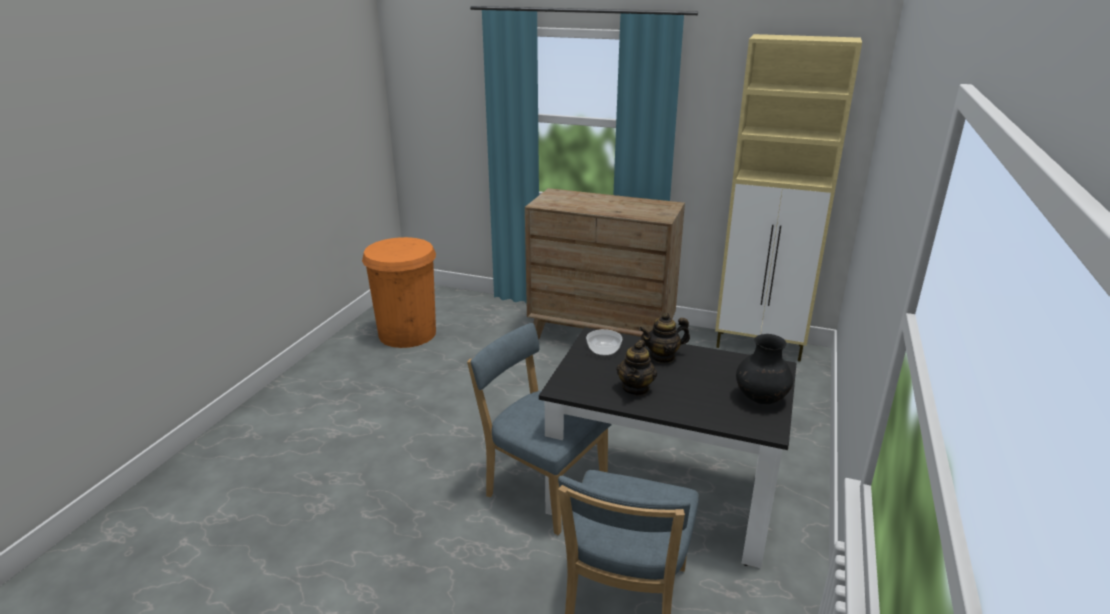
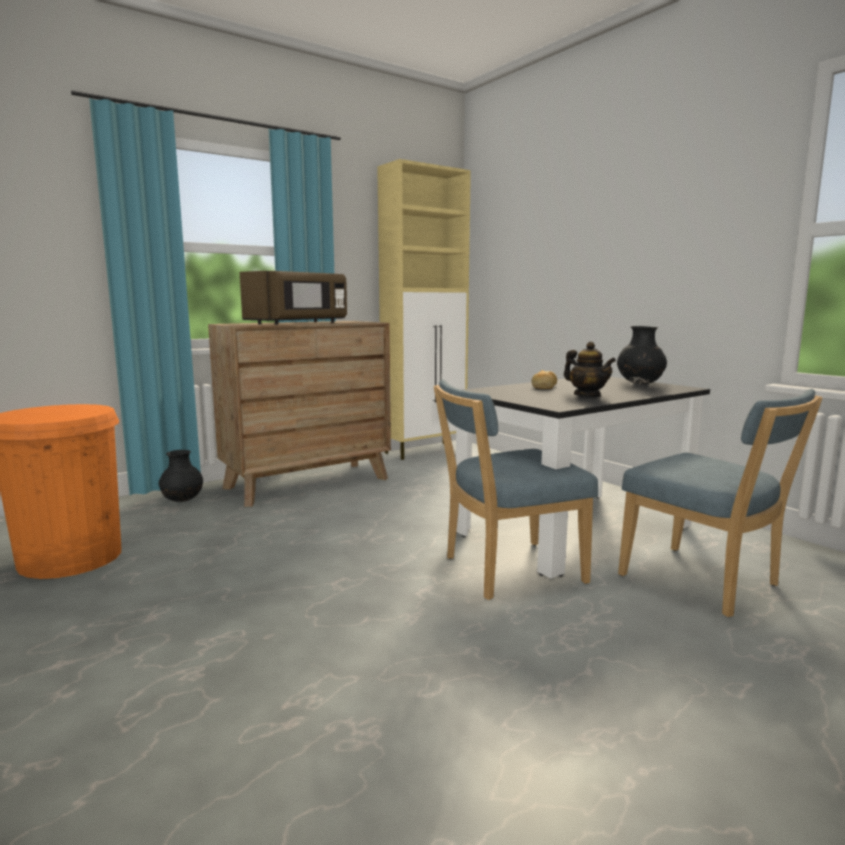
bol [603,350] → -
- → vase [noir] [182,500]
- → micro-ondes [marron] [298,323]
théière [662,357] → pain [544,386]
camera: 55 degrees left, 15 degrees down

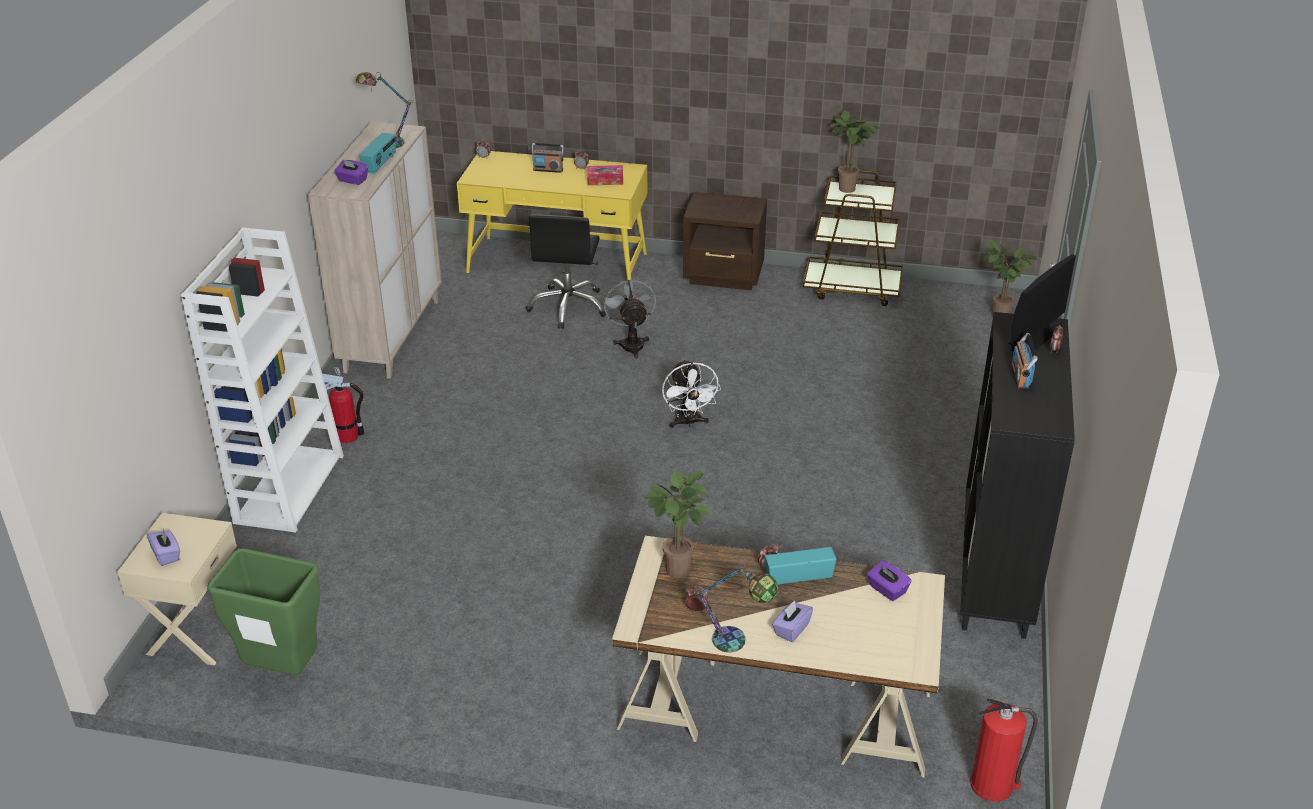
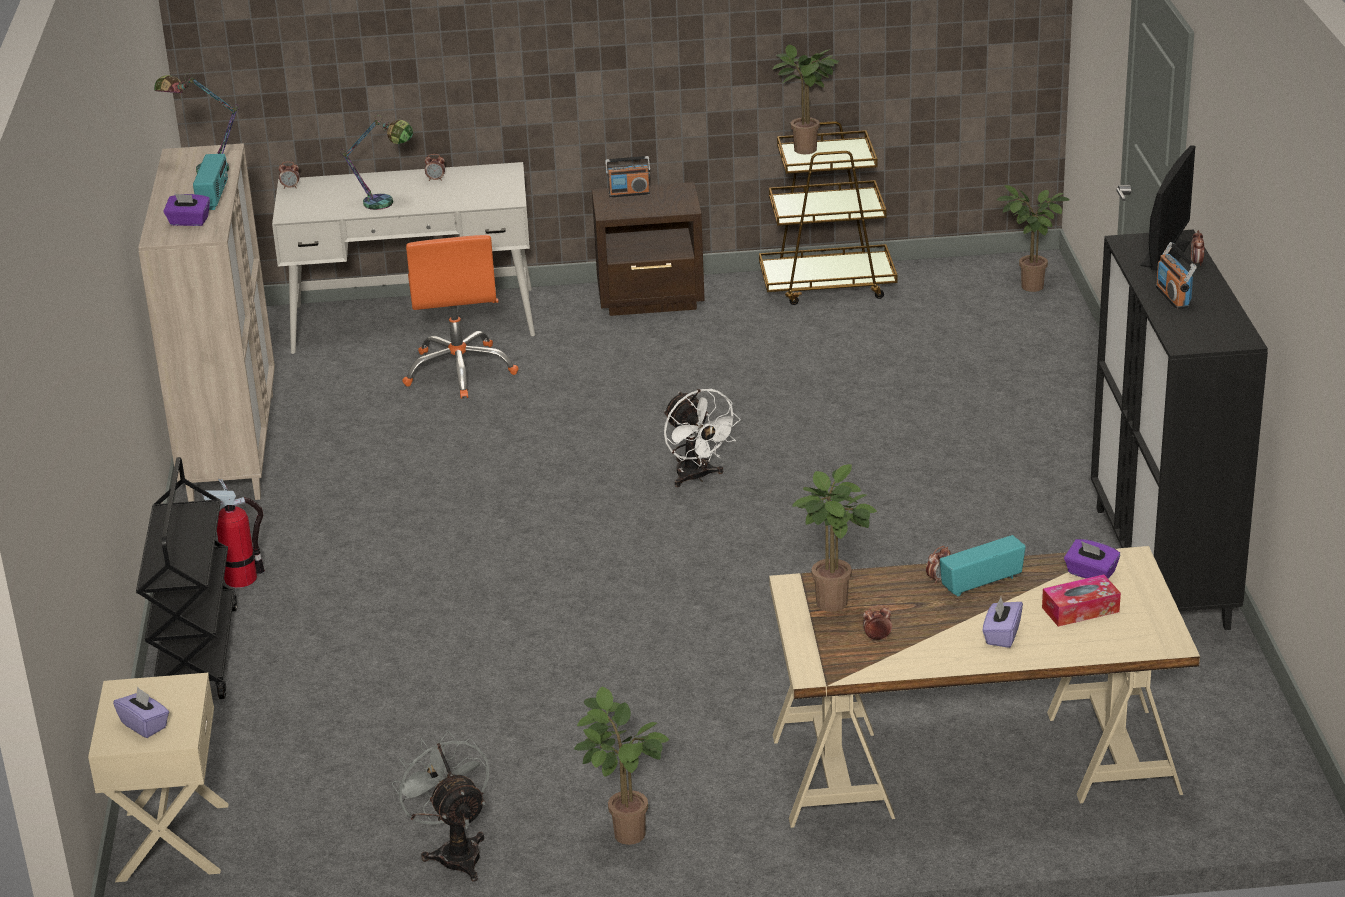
poubelle [vert] [282,670] → -
extincteur [993,785] → -
- → plante en pot [623,834]
radio [548,169] → radio [629,193], shifted
boîte à mouchoirs [605,180] → boîte à mouchoirs [1080,609], shifted
ventilateur [gris] [631,343] → ventilateur [gris] [455,852], shifted
lampe de table [737,645] → lampe de table [386,204], shifted
bibliothèque [blanc] [289,488] → chariot [noir] [196,653]
bureau [jaune] [557,263] → bureau [blanc] [414,320]
chaise de bureau [noir] [568,307] → chaise de bureau [orange] [460,371]
camera: 15 degrees left, 5 degrees down

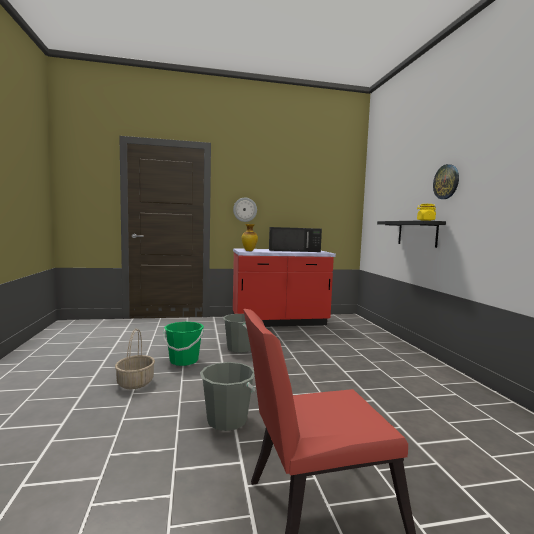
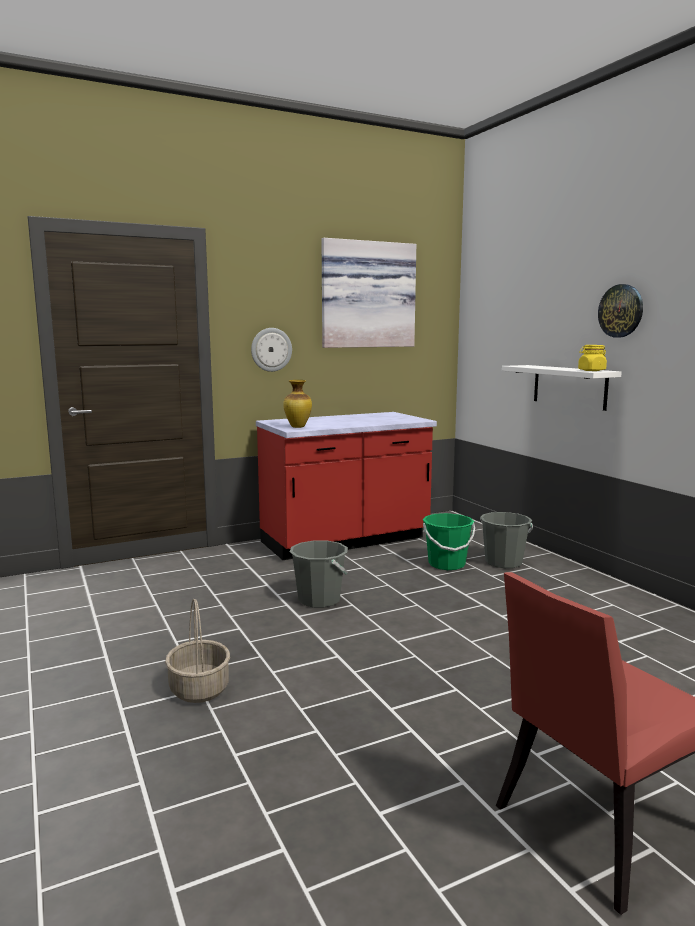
micro-ondes [noir] [294,250] → -
- → tableau [367,295]
seau [vert] [183,361] → seau [vert] [446,564], shifted
seau [gris] [227,420] → seau [gris] [503,562], shifted
étagère [noir] [417,233] → étagère [blanc] [569,386]
camera: 15 degrees left, 5 degrees up

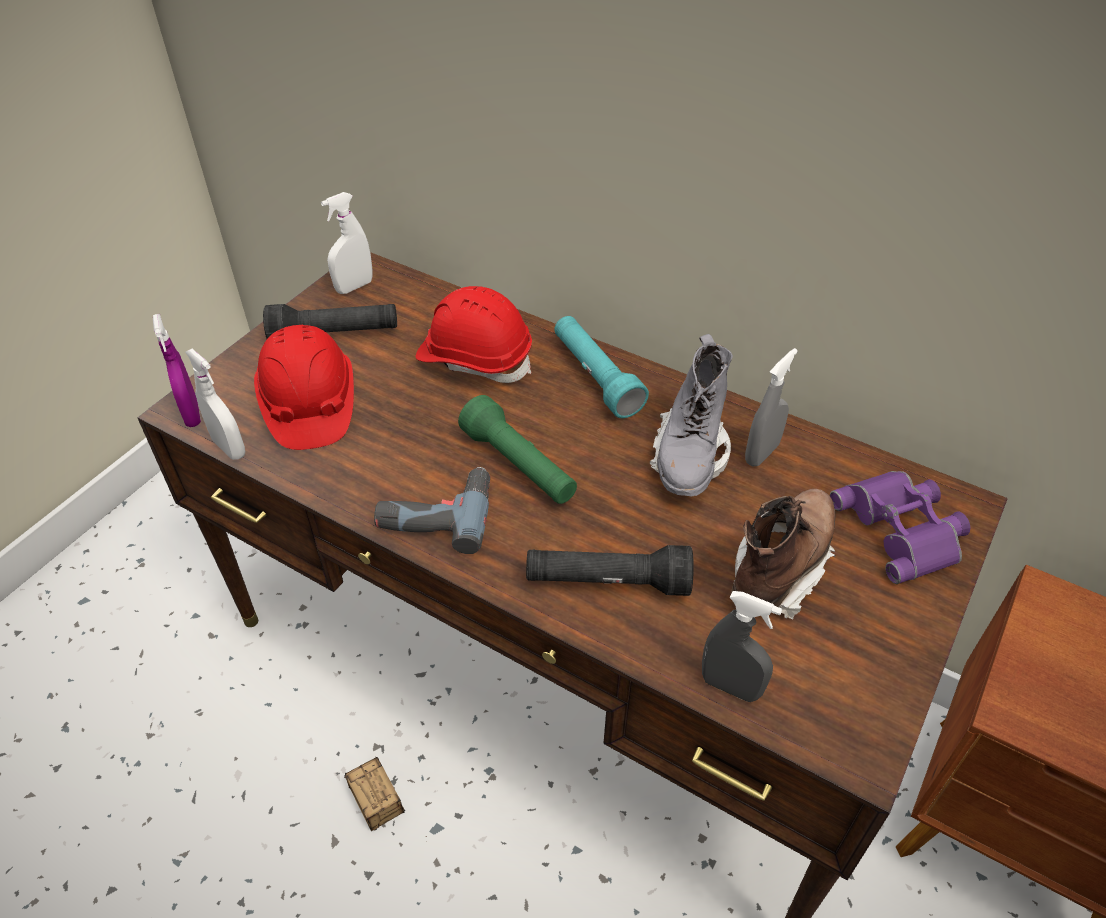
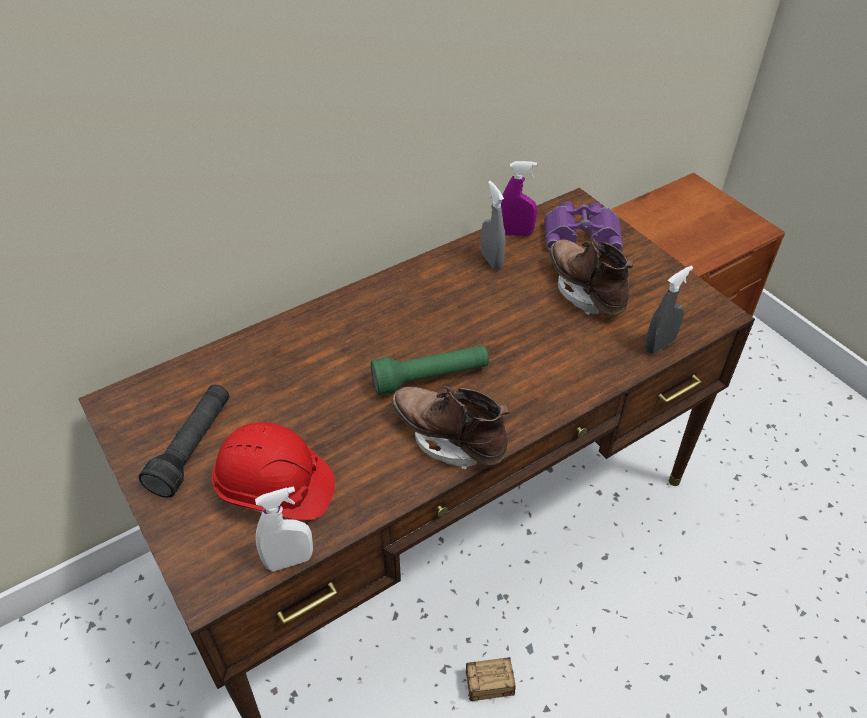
vaporisateur [blanc] [354,287] → -
casque de chantier [rouge] [475,358] → -
lampe de poche [noir] [607,582] → -
lampe de poche [turquoise] [595,377] → -
botte [gris] [689,457] → -
vaporisateur [violet] [192,414] → vaporisateur [violet] [515,233], shifted
perceuse [436,512] → botte [marron] [449,438]
camera: 65 degrees left, 0 degrees up

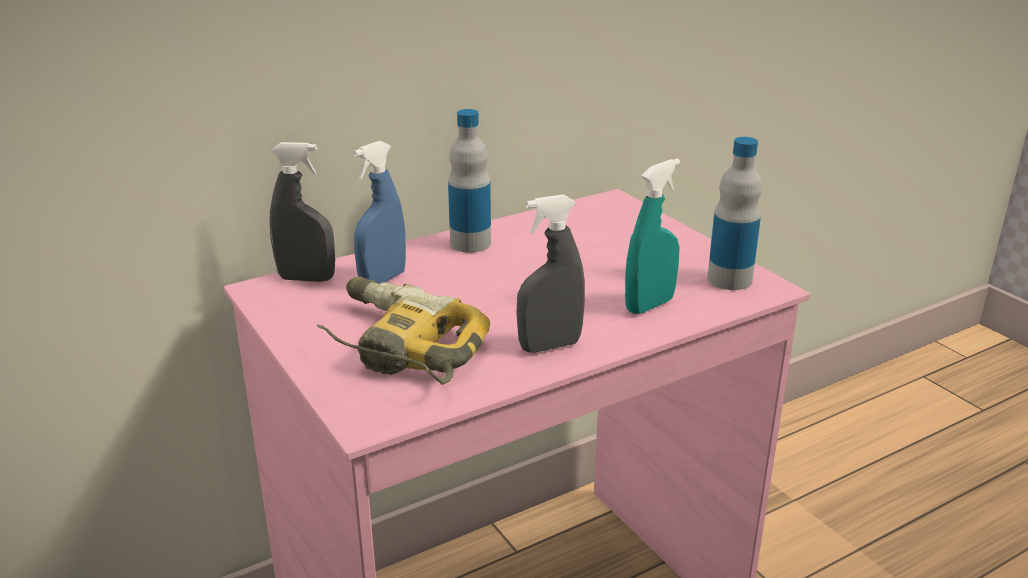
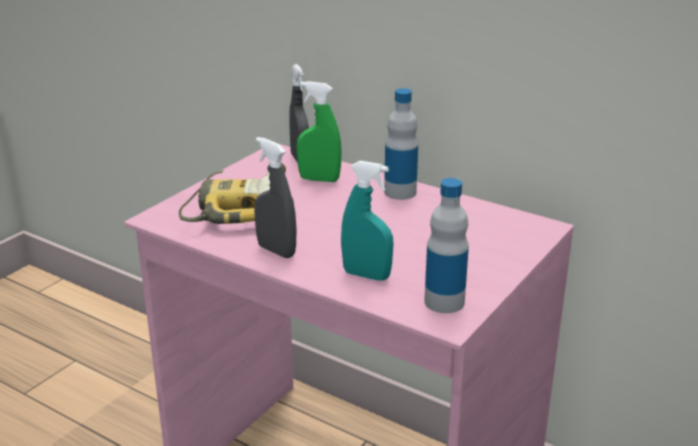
vaporisateur [bleu] [382,279] → vaporisateur [vert] [319,179]
camera: 65 degrees right, 0 degrees up

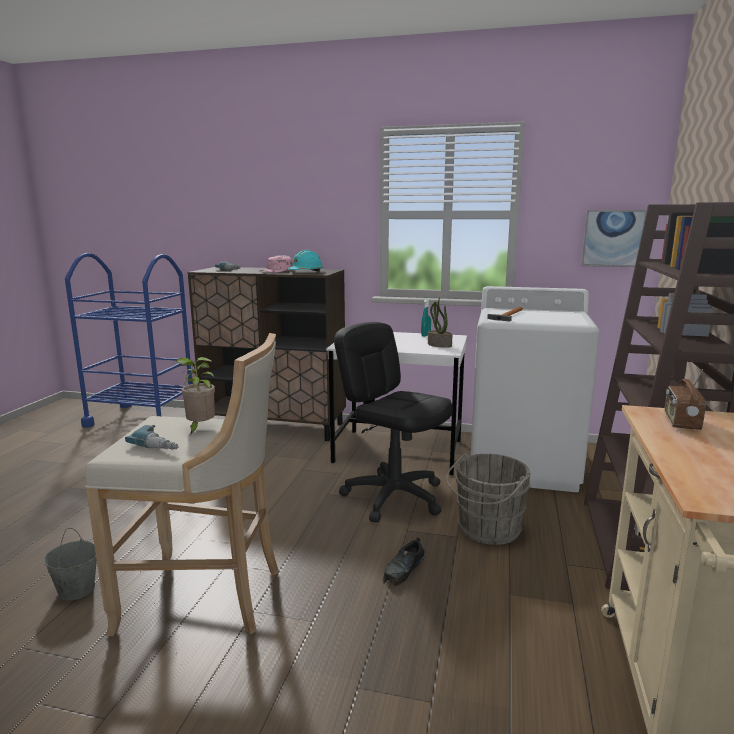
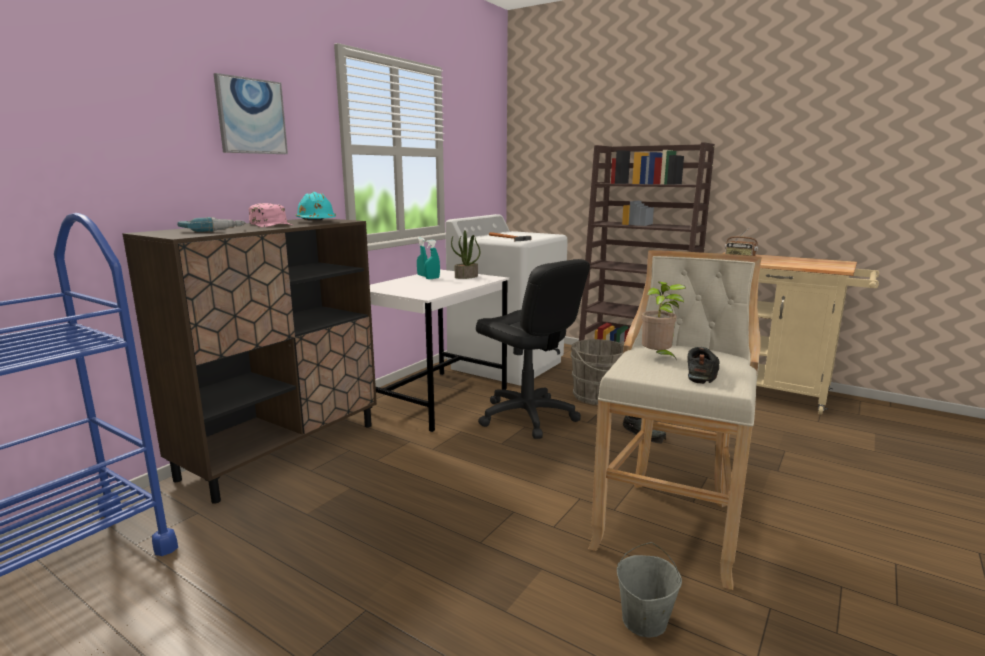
- → vaporisateur [turquoise] [432,278]
tableau [612,238] → tableau [251,116], shifted
perceuse [161,444] → chaussure [noir] [701,370]
chaise de bureau [noir] [394,496] → chaise de bureau [noir] [527,417], 105 degrees counterclockwise
camera: 70 degrees left, 0 degrees up

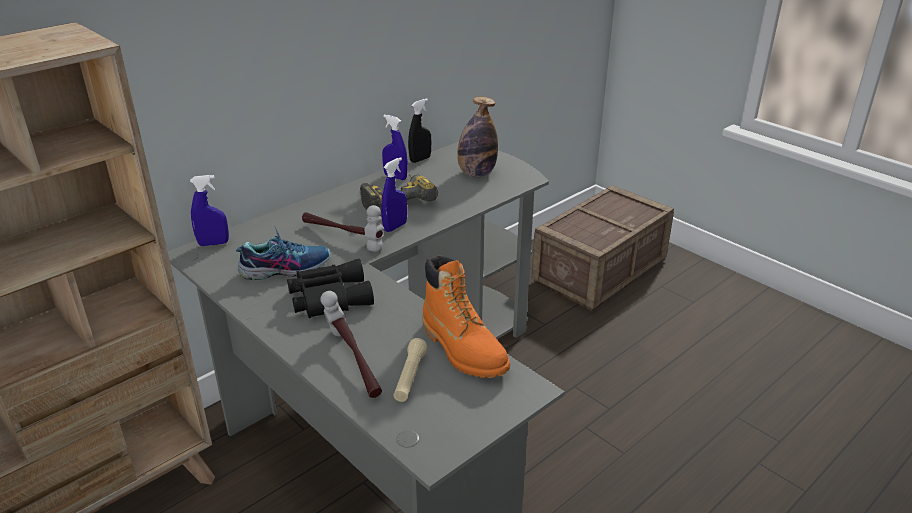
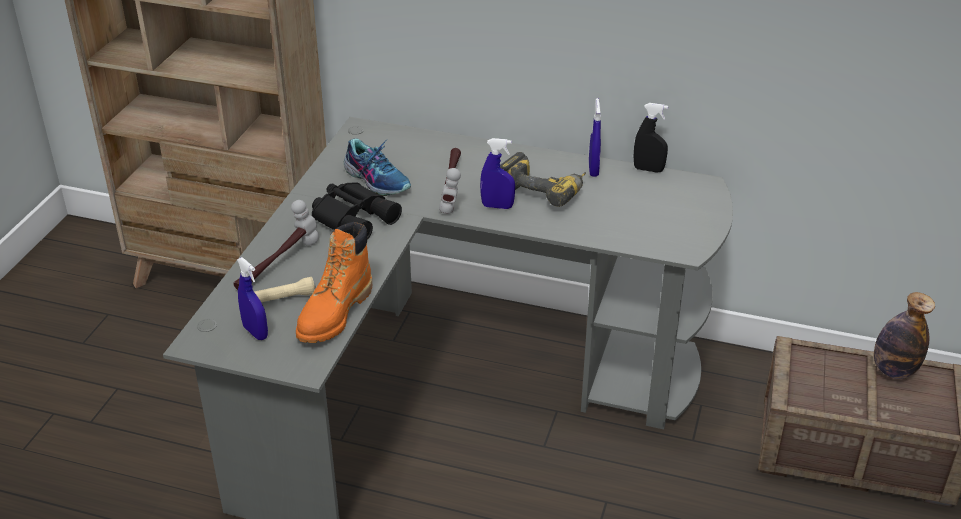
vaporisateur [bleu] [213,243] → vaporisateur [bleu] [255,332], shifted
bouteille [476,174] → bouteille [893,370], shifted
camera: 60 degrees right, 5 degrees up

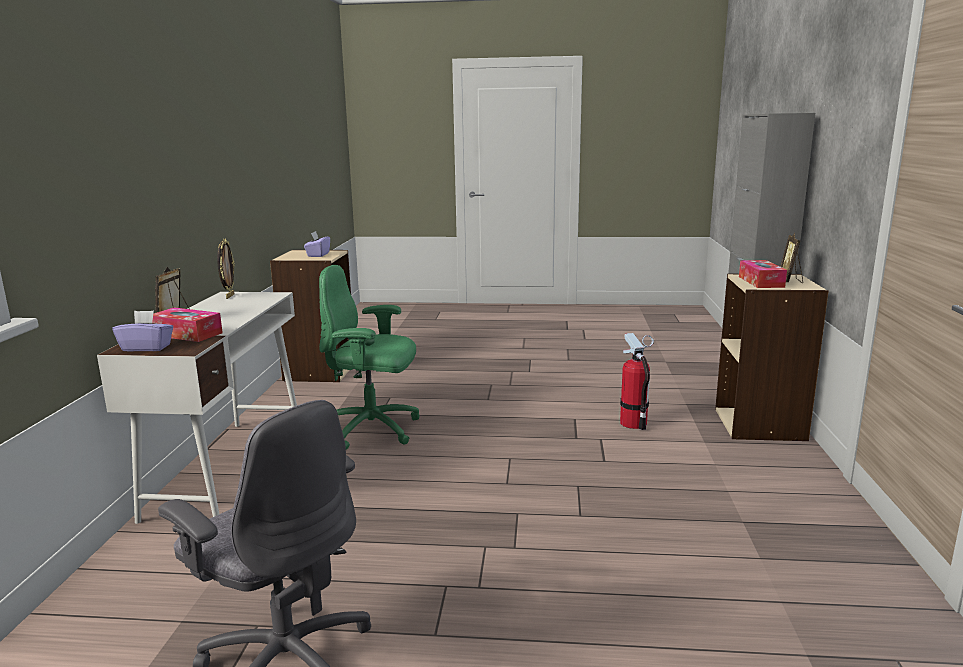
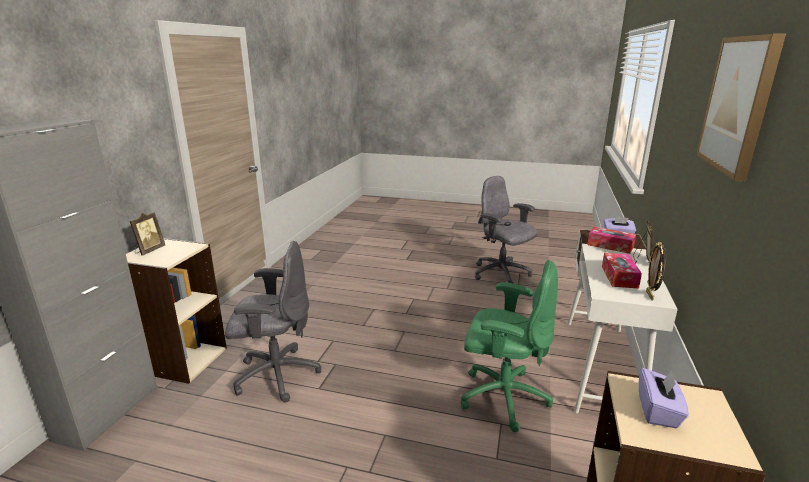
- → tableau [738,104]
boîte à mouchoirs [761,282] → boîte à mouchoirs [619,277], shifted
extincteur [633,423] → chaise de bureau [gris] [276,375]
camera: 170 degrees left, 5 degrees up

